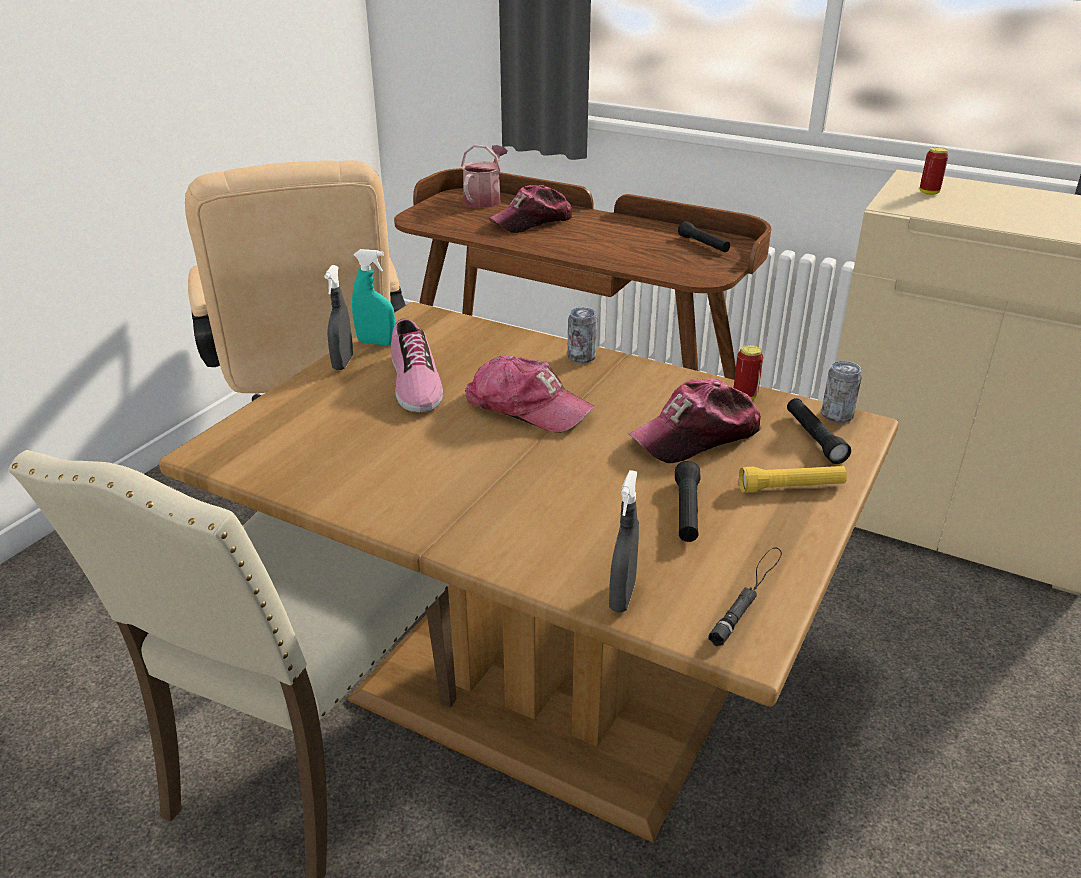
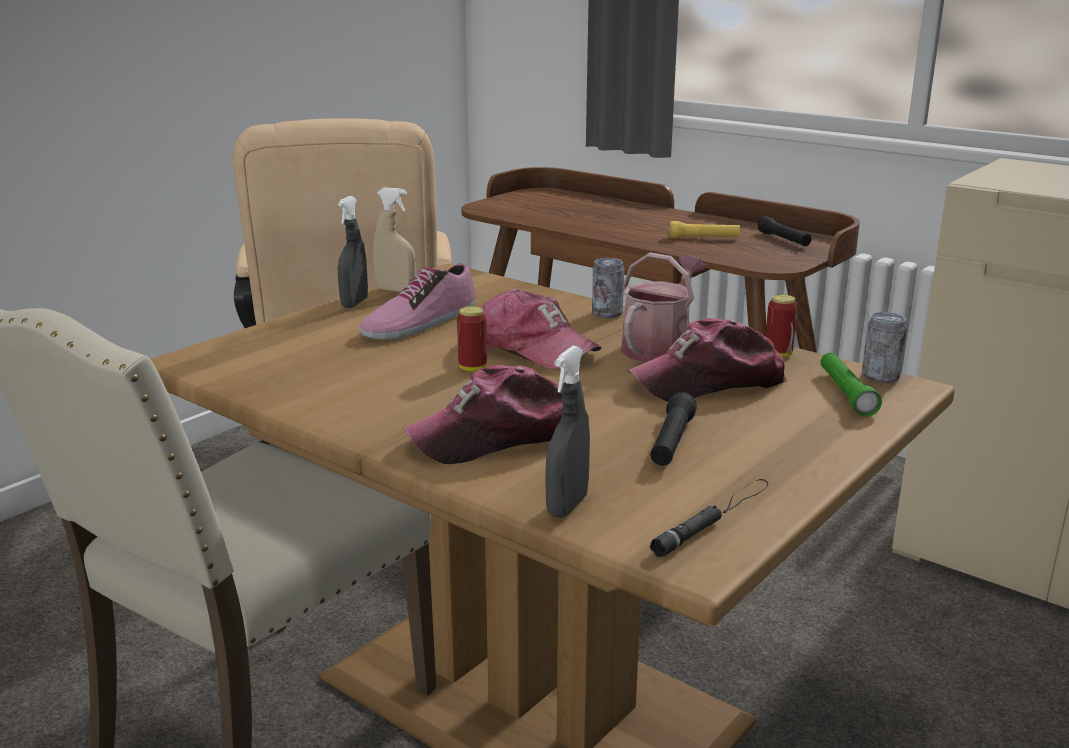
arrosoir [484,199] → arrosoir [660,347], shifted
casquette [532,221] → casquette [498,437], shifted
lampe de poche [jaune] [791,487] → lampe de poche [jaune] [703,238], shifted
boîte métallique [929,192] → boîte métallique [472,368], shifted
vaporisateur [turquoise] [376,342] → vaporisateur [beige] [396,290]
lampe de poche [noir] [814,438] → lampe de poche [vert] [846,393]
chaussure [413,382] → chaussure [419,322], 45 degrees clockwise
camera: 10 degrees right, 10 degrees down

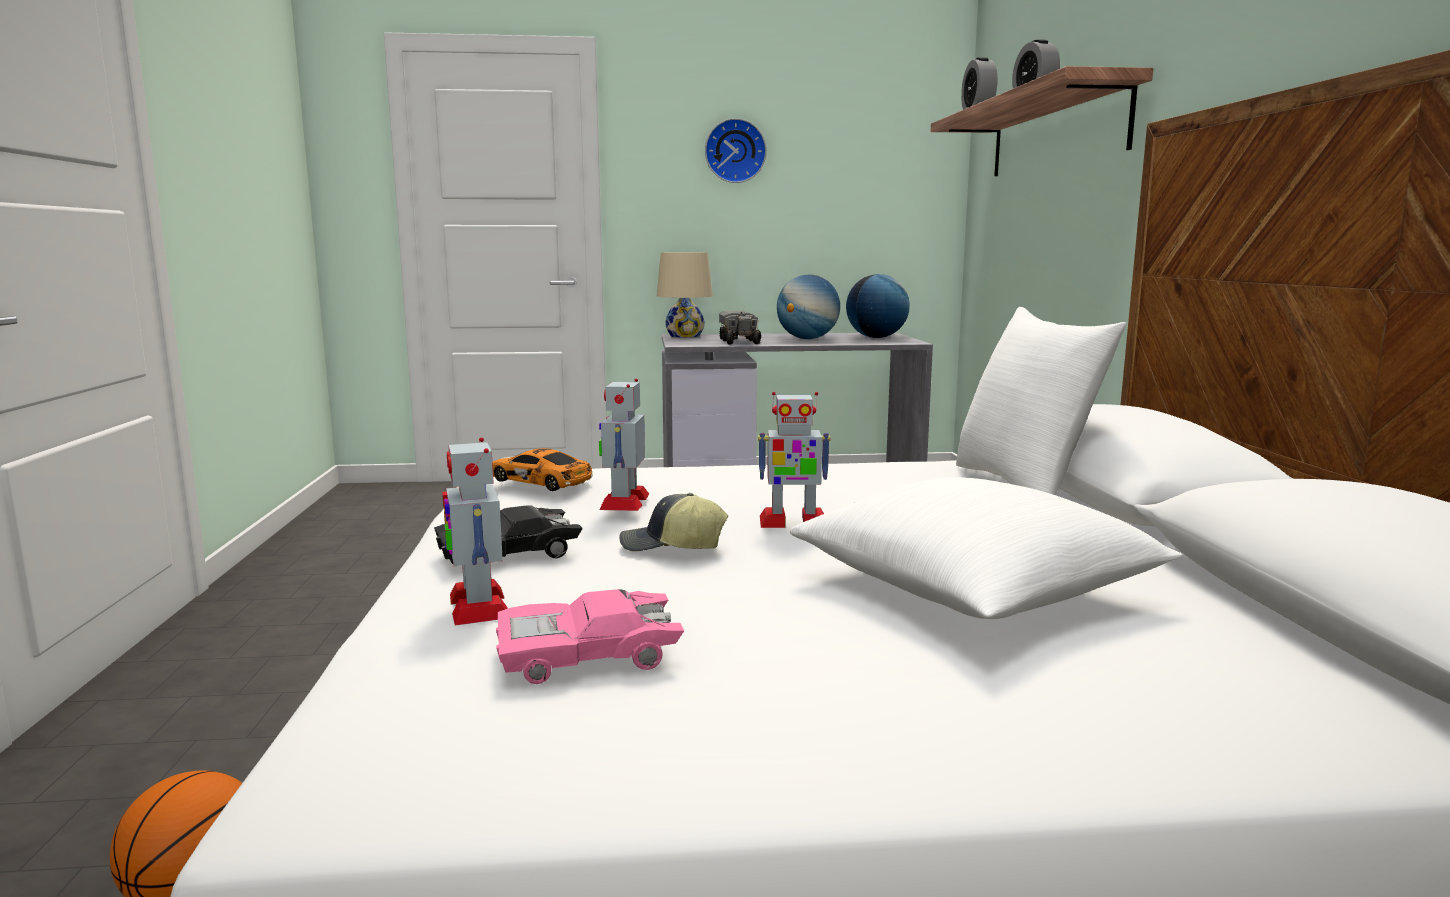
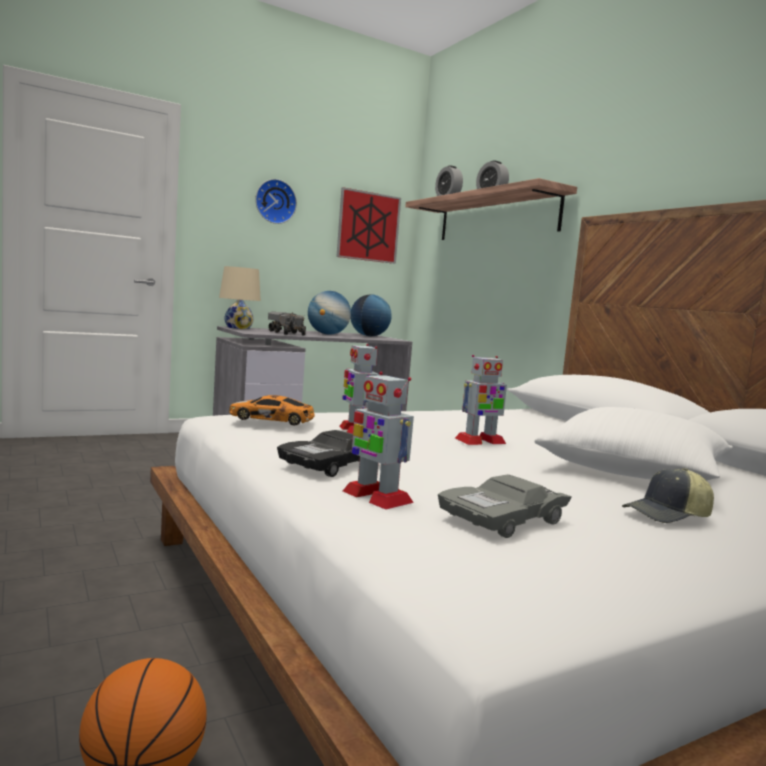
coussin [blanc] [1024,486] → -
- → tableau [368,227]
casquette [671,547] → casquette [668,516], shifted
petite voiture [rose] [588,654] → petite voiture [gris] [503,519]
camera: 25 degrees left, 5 degrees down

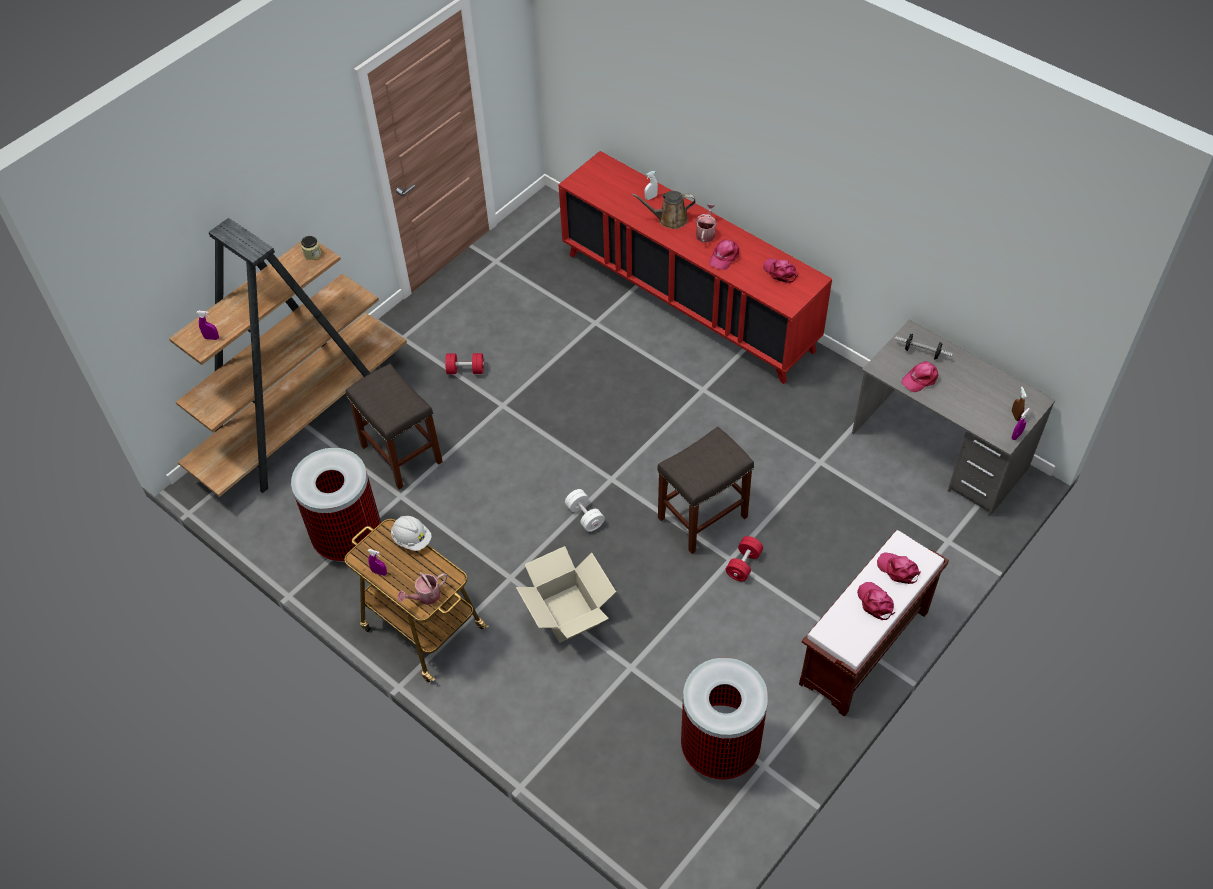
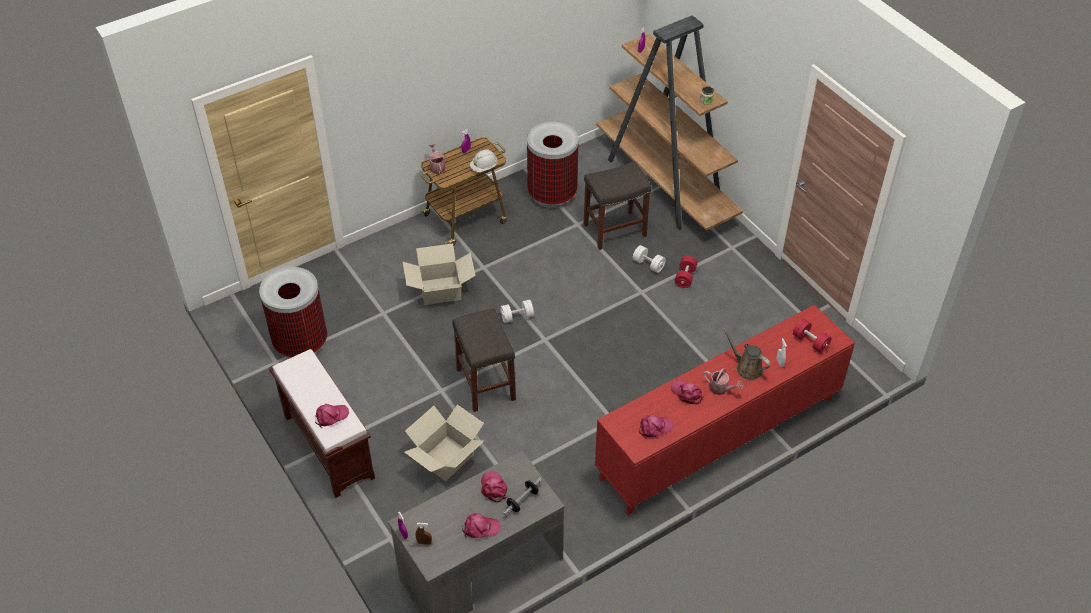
- → carton [446,458]
- → haltère [blanc] [648,264]
haltère [rouge] [743,564] → haltère [rouge] [810,342], shifted
casquette [rose] [875,602] → casquette [rose] [480,528], shifted
arrosoir [marron] [669,219] → arrosoir [marron] [746,368], 60 degrees counterclockwise
camera: 105 degrees right, 5 degrees down

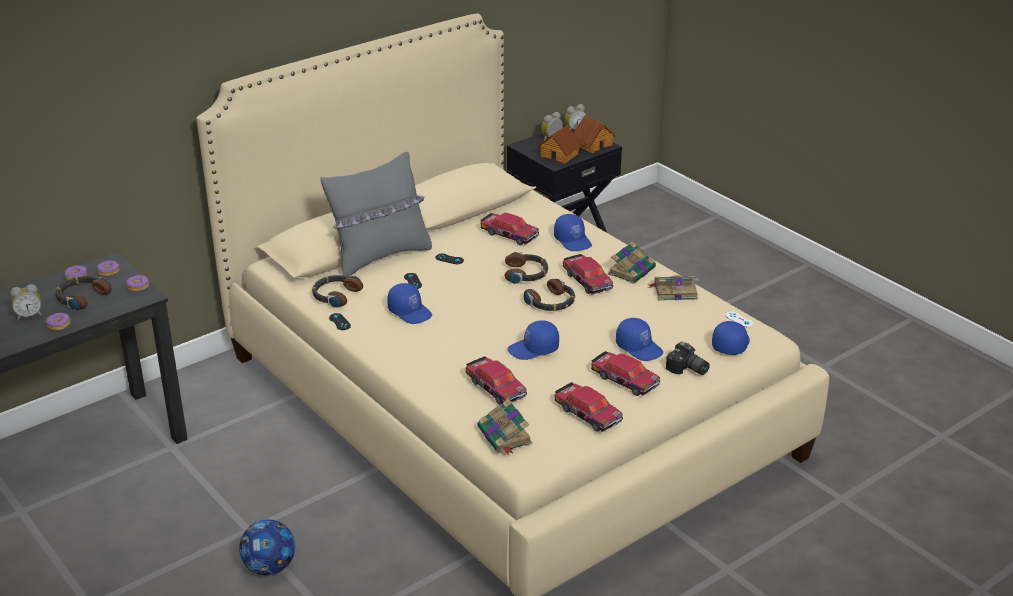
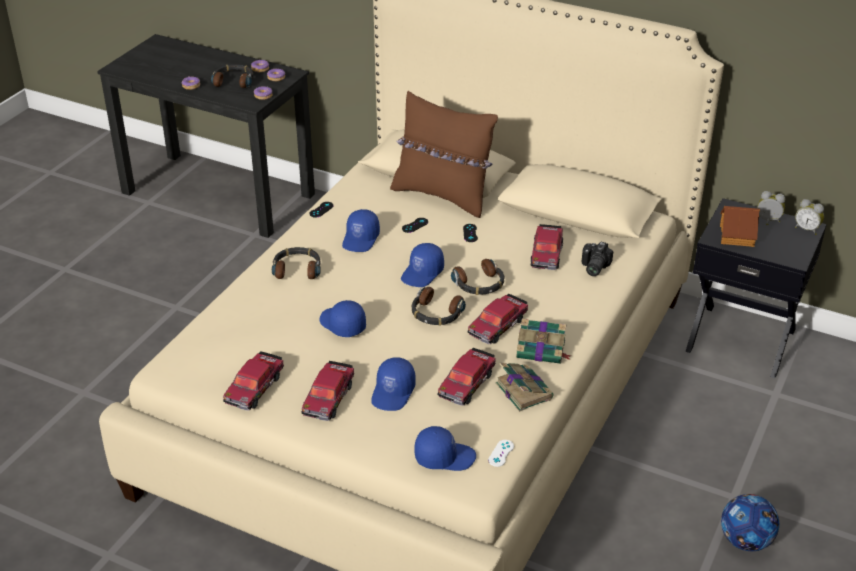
réveil [29,316] → -
livre [505,436] → -
maison miniature [592,144] → -
ballon de foot [270,567] → ballon de foot [745,541], shifted
casque audio [335,295] → casque audio [297,269], shifted
petite voiture [496,387] → petite voiture [467,383], shifted
casquette [bleu] [573,241] → casquette [bleu] [423,273], shifted
appareil photo [687,370] → appareil photo [593,267], shifted
coussin [gris] [380,257] → coussin [marron] [443,196]
camera: 65 degrees right, 5 degrees up

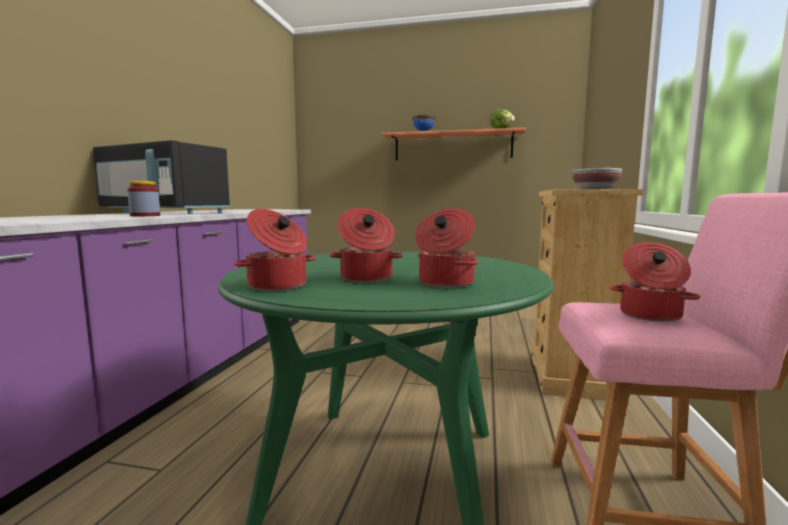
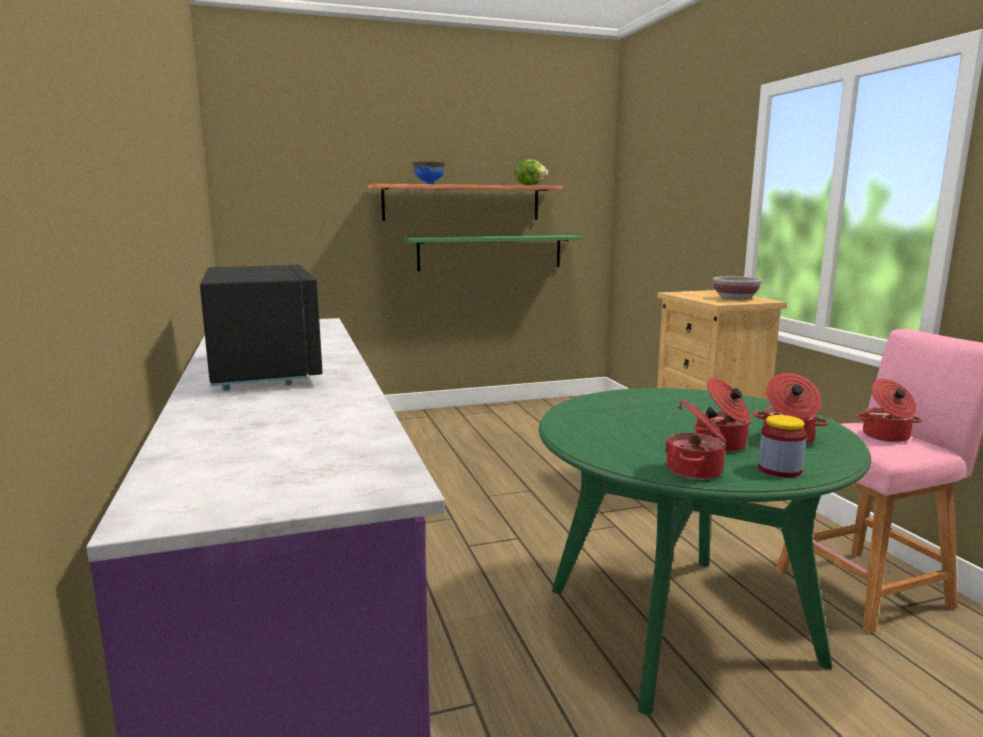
- → étagère [vert] [490,252]
bocal [145,215] → bocal [779,469], shifted
micro-ondes [noir] [165,213] → micro-ondes [noir] [265,369], 105 degrees counterclockwise
camera: 30 degrees left, 5 degrees up

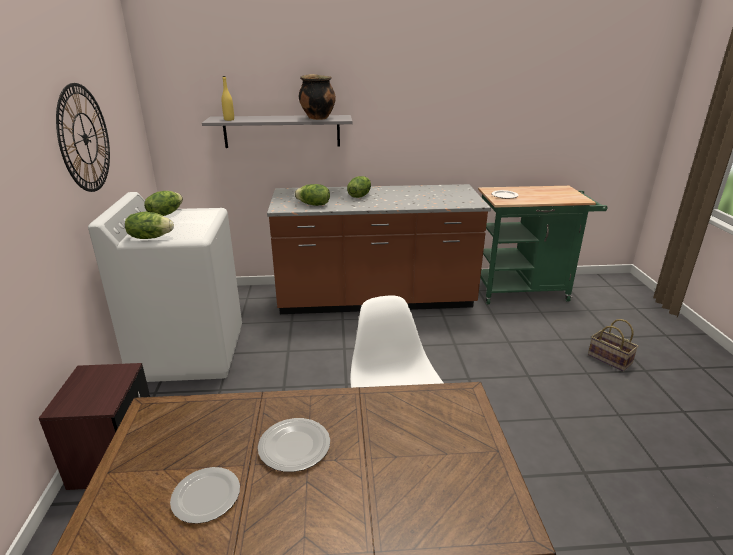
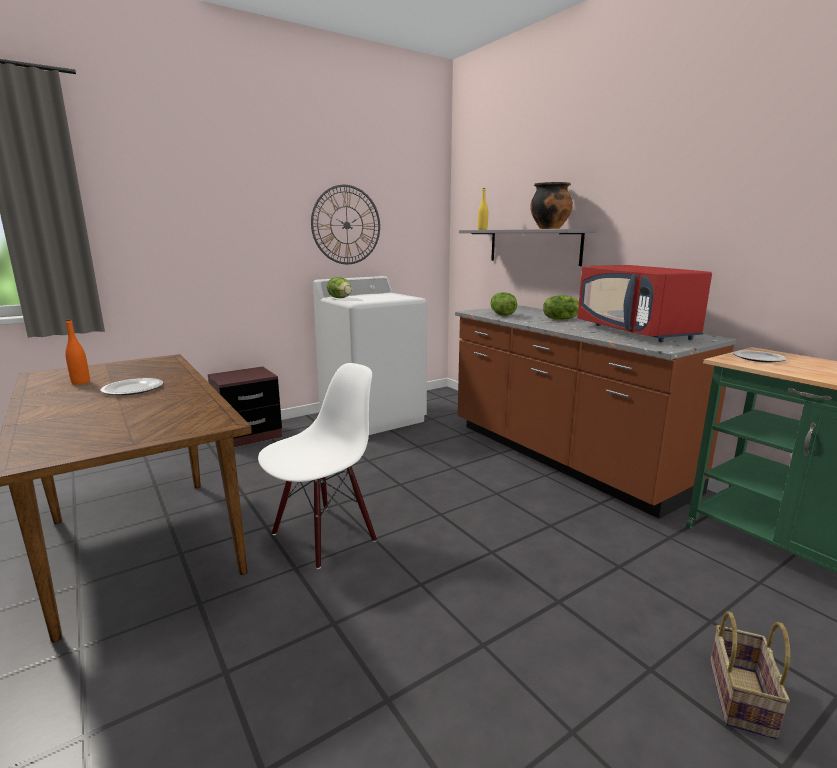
laitue [165,214] → -
- → micro-ondes [rouge] [635,332]
assiette [206,497] → bouteille [orange] [80,382]
camera: 60 degrees right, 10 degrees down

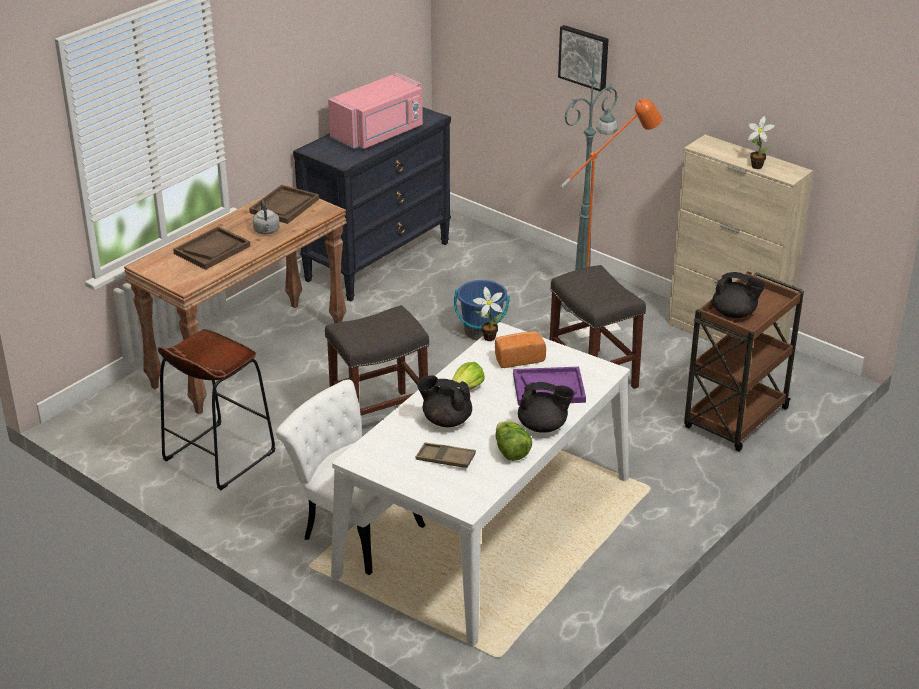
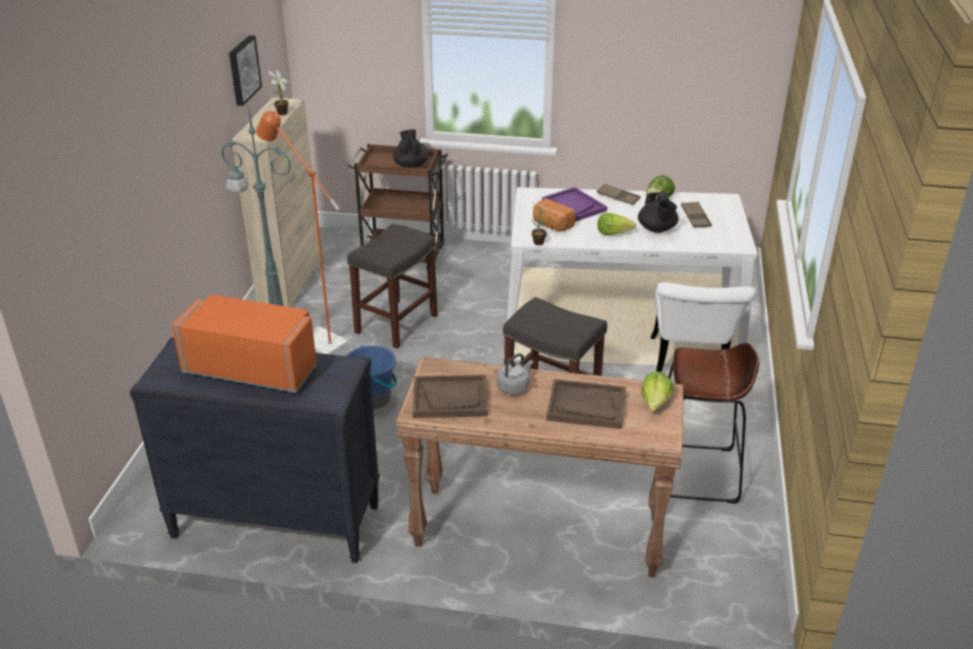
- → laitue [655,403]
tableau [584,57] → tableau [243,70], shifted
théière [noir] [543,426] → plateau [marron] [618,197]
micro-ondes [rose] [379,134] → micro-ondes [orange] [253,368]
camera: 120 degrees left, 0 degrees up

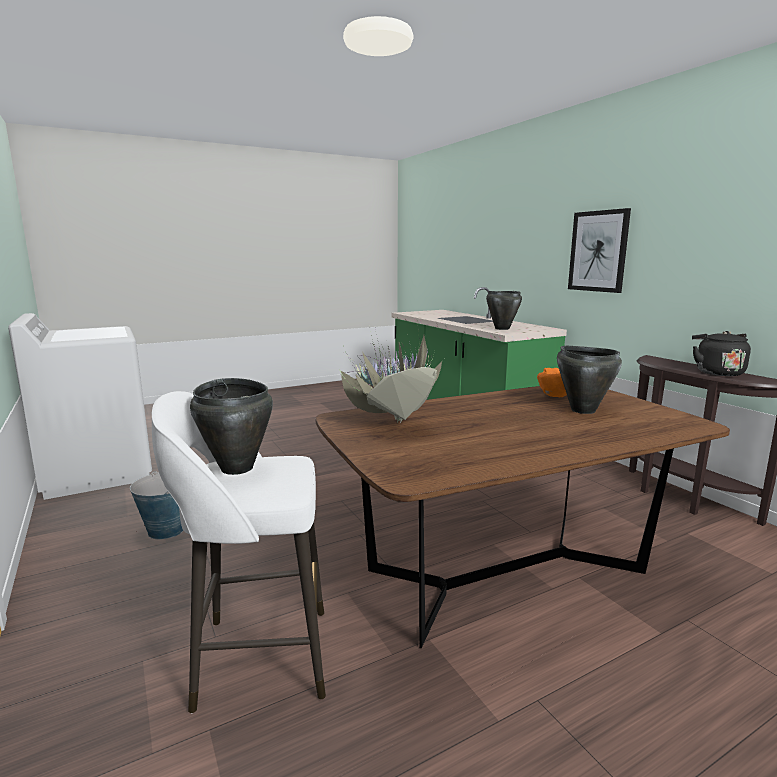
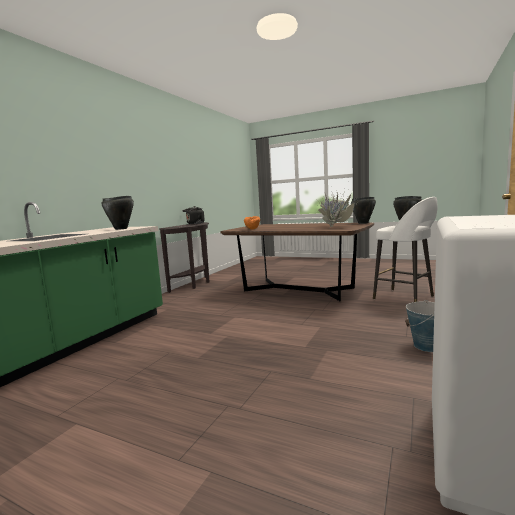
tableau [598,251] → -
marmite [noir] [582,410] → marmite [noir] [363,223], shifted
camera: 125 degrees left, 5 degrees down

